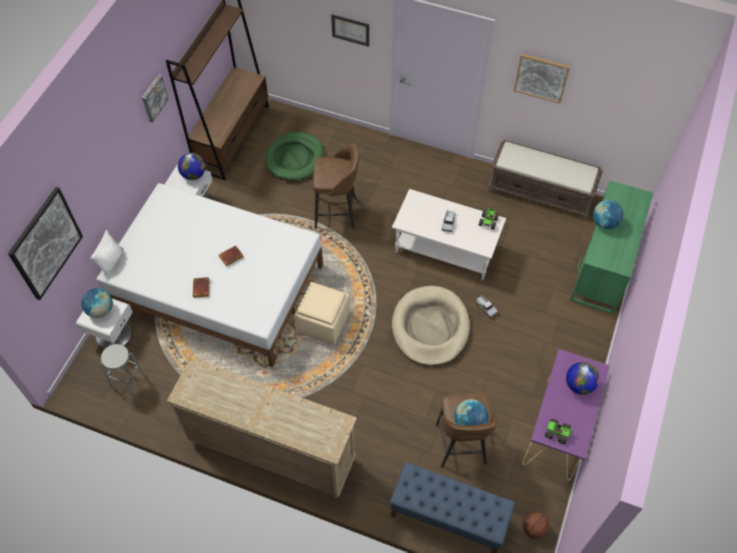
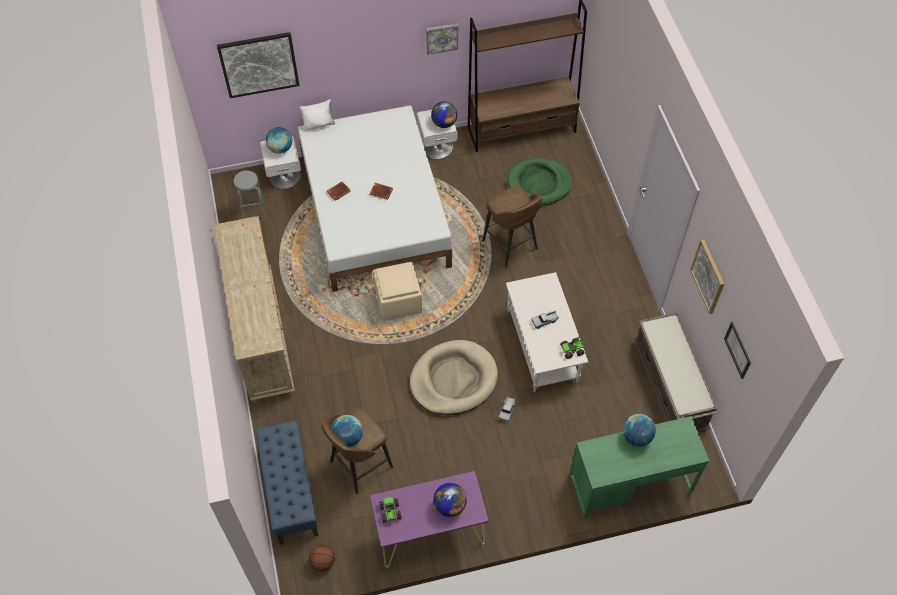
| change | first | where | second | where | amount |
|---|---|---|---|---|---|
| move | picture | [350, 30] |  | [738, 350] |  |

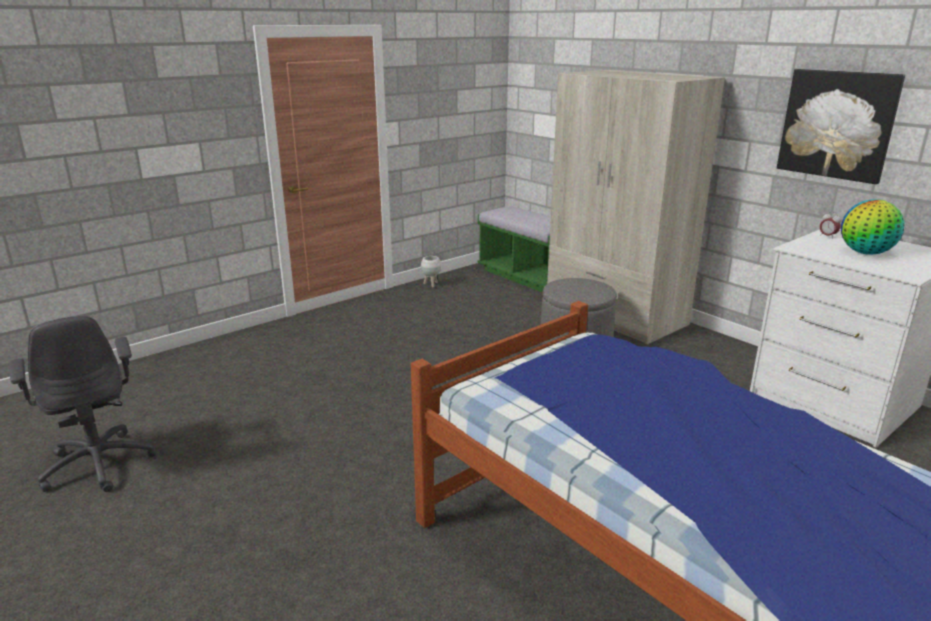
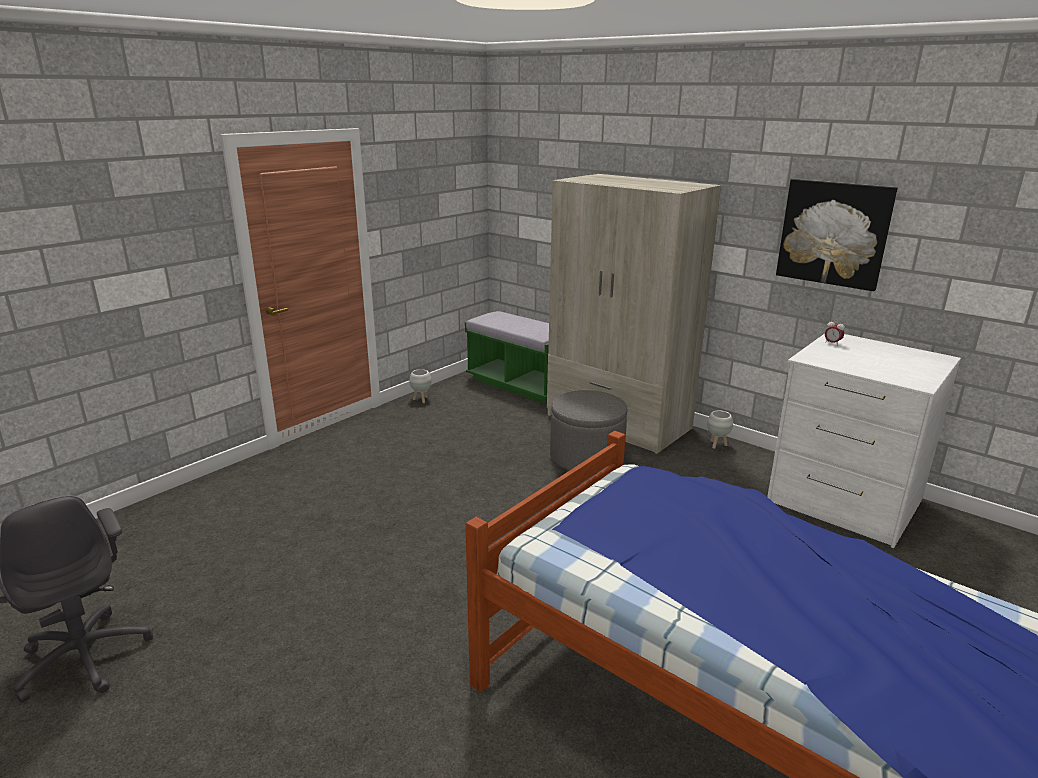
| change | first | where | second | where | amount |
|---|---|---|---|---|---|
| delete | desk globe | [866, 253] |  |  |  |
| insert |  |  | white flower pot | [717, 445] |  |

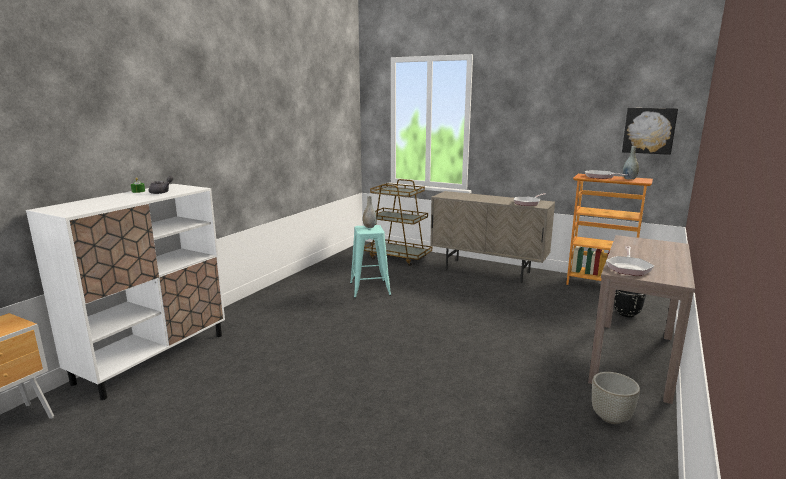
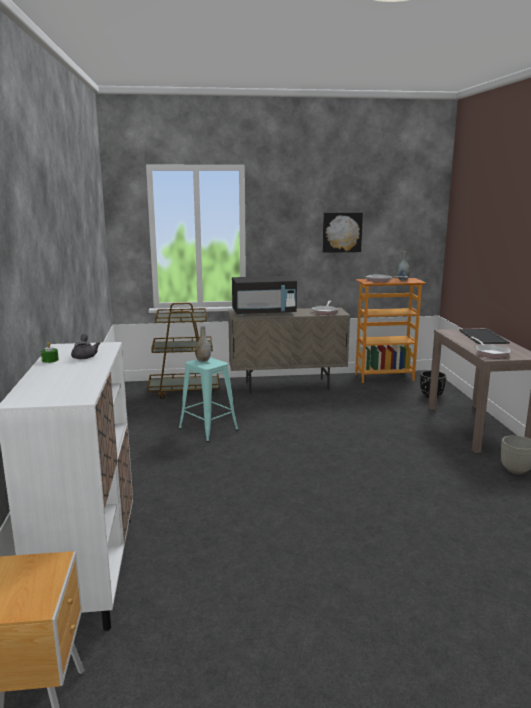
| change | first | where | second | where | amount |
|---|---|---|---|---|---|
| insert |  |  | black-coloured kitchen microwave | [264, 313] |  |
| insert |  |  | serving tray | [484, 337] |  |
| move | picture | [649, 130] |  | [341, 232] |  |

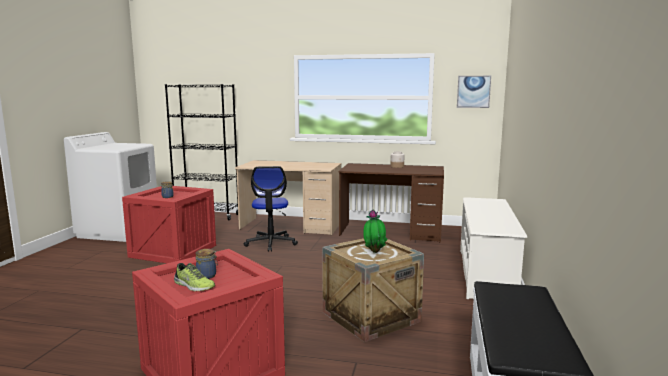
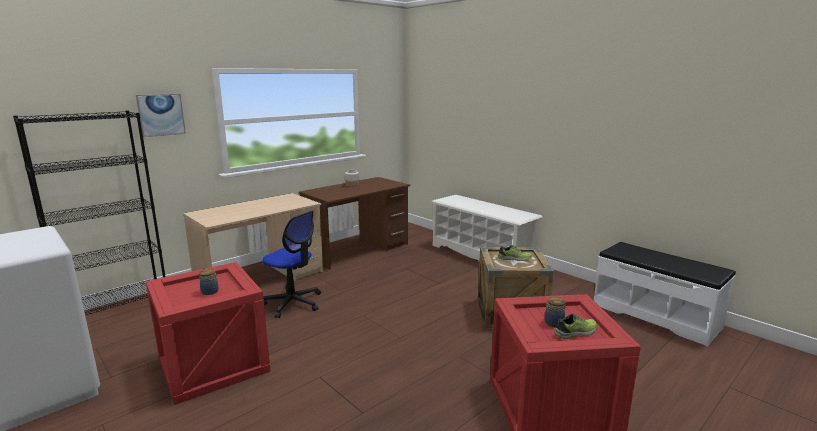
| change | first | where | second | where | amount |
|---|---|---|---|---|---|
| move | picture | [473, 91] |  | [161, 114] |  |
| replace | plant in a pot | [374, 251] | item of footwear | [514, 258] |  |

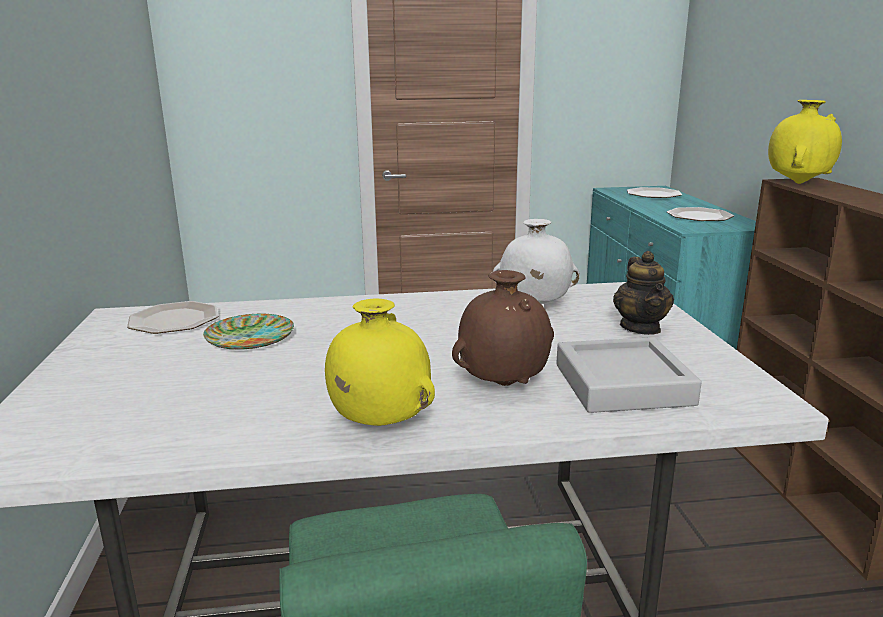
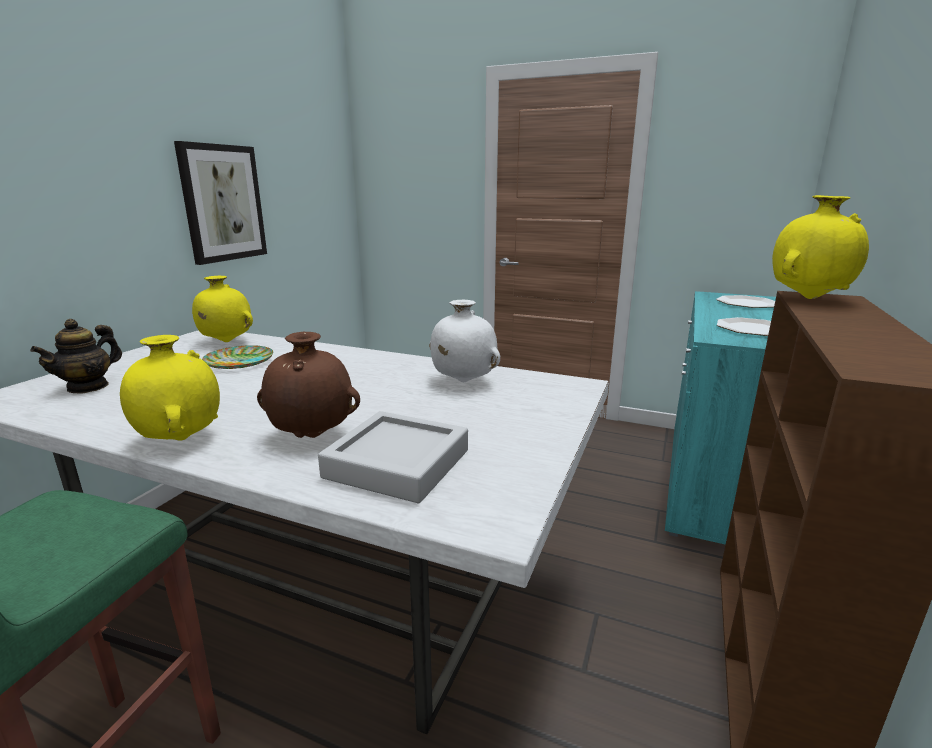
| change | first | where | second | where | amount |
|---|---|---|---|---|---|
| insert |  |  | picture | [223, 203] |  |
| move | teapot | [641, 327] |  | [88, 387] |  |
| replace | flat dish | [173, 320] | yellow vase | [226, 342] |  |

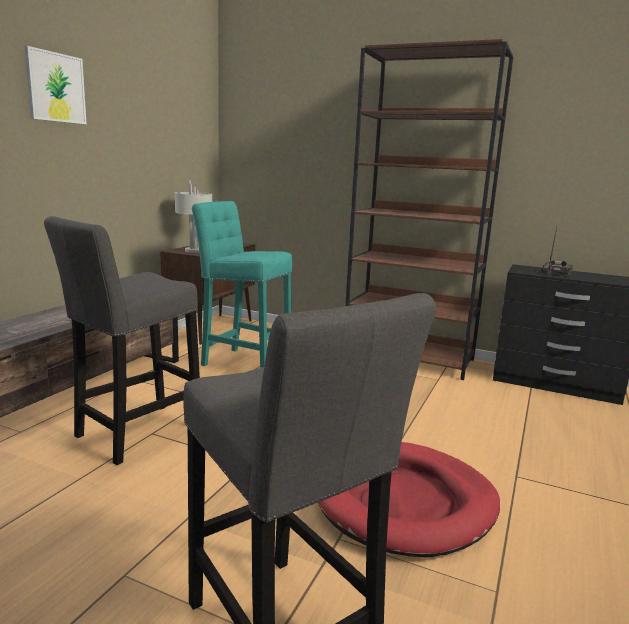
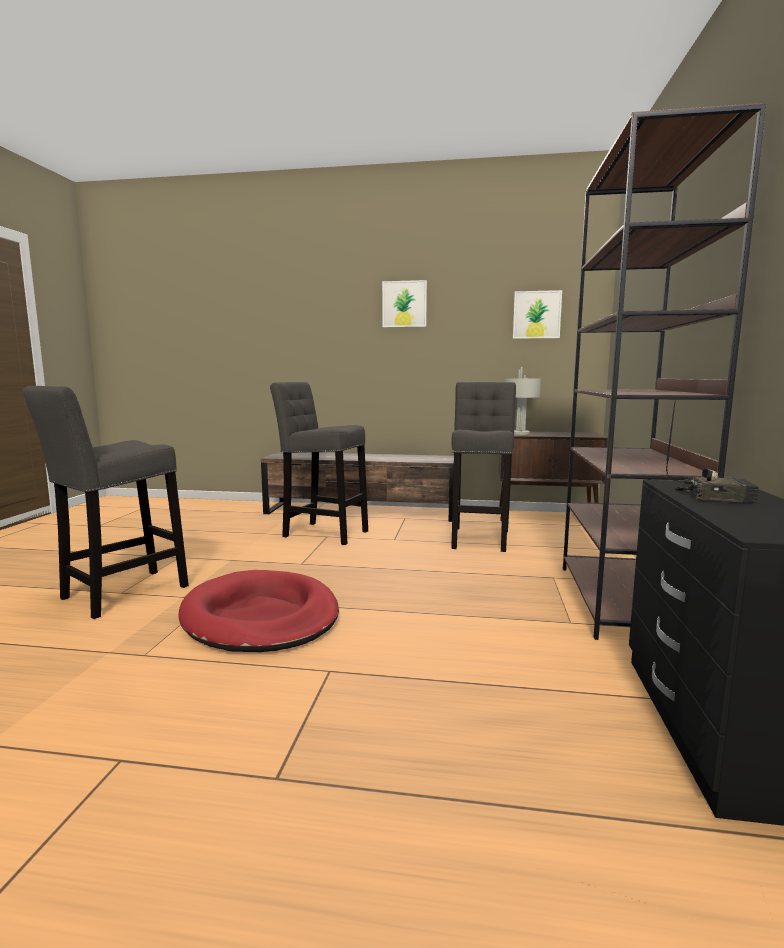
| change | first | where | second | where | amount |
|---|---|---|---|---|---|
| insert |  |  | picture | [536, 315] |  |
| recolor | turquoise-coloured stool | [243, 363] | gray stool | [480, 538] |  |

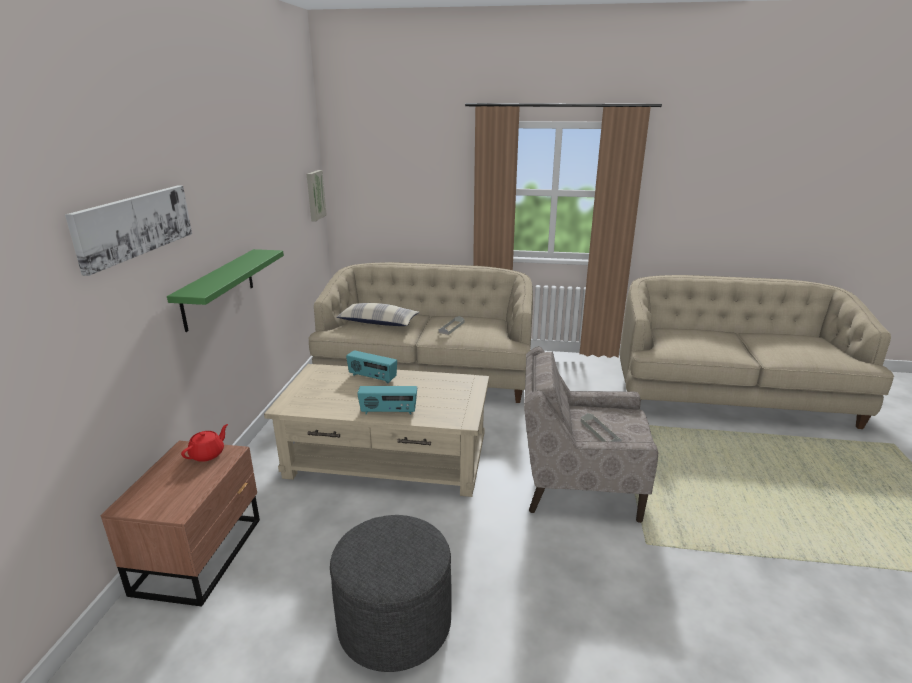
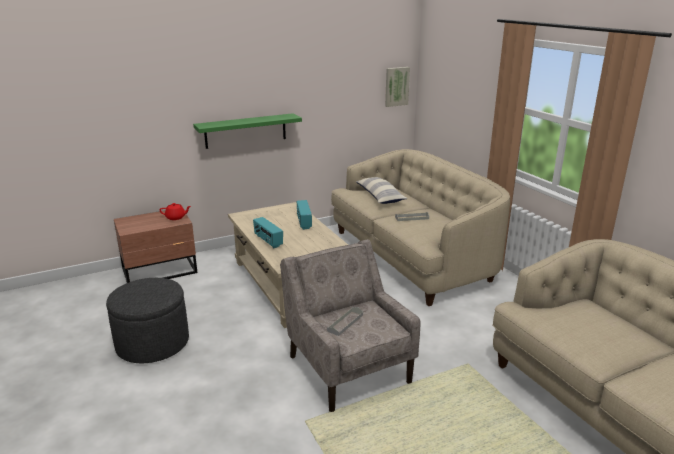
| change | first | where | second | where | amount |
|---|---|---|---|---|---|
| delete | picture | [134, 225] |  |  |  |

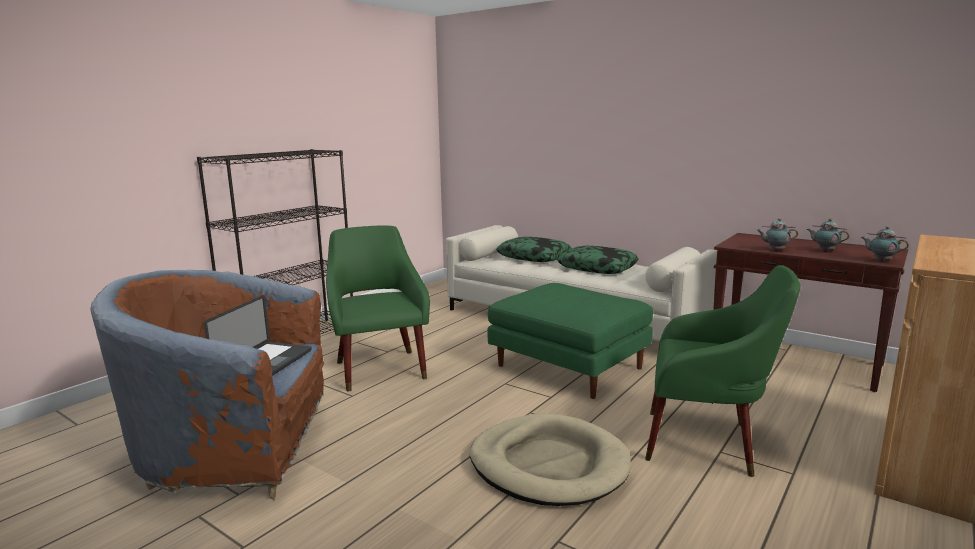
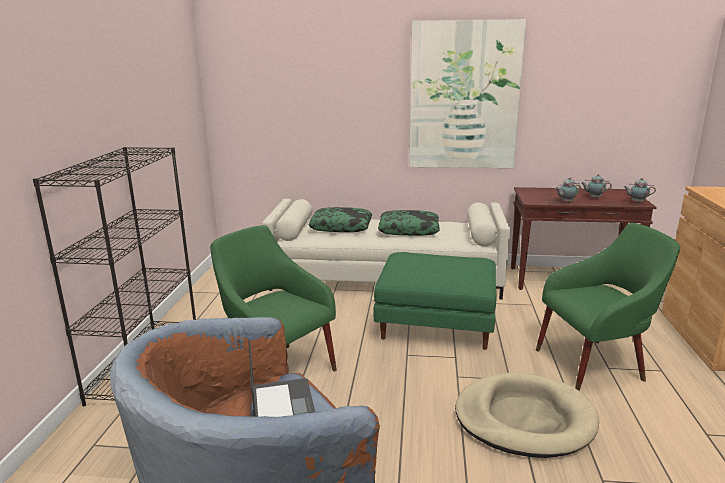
| change | first | where | second | where | amount |
|---|---|---|---|---|---|
| insert |  |  | picture | [464, 96] |  |

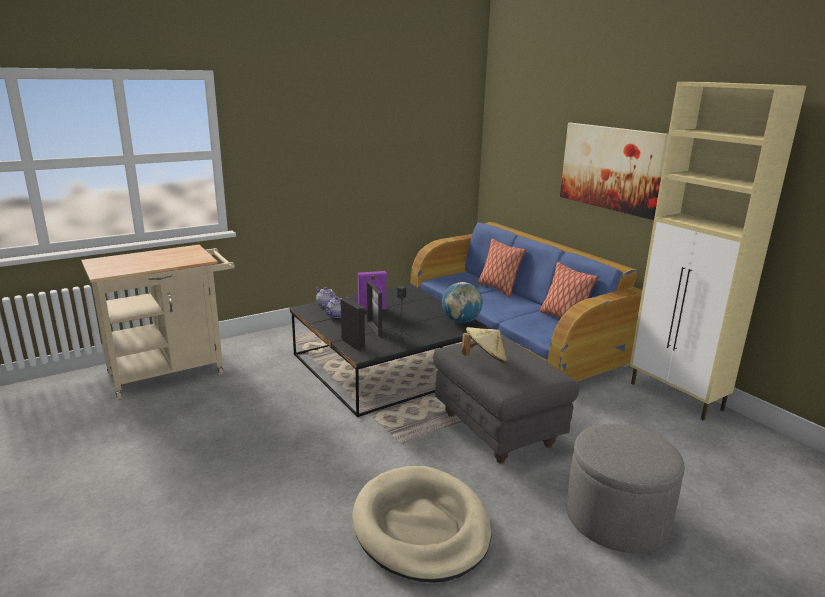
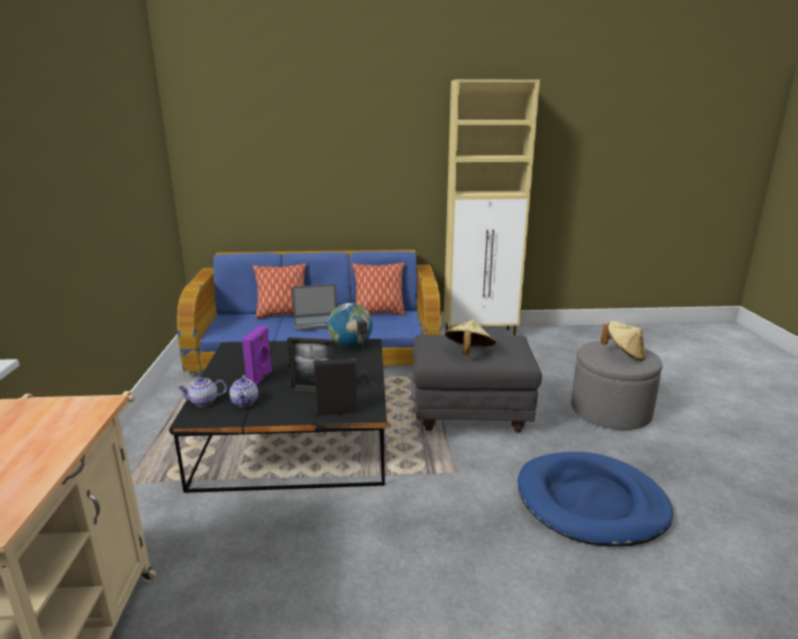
| change | first | where | second | where | amount |
|---|---|---|---|---|---|
| delete | picture | [611, 168] |  |  |  |
| insert |  |  | portable computer | [317, 322] |  |
| insert |  |  | beige clothing hat | [623, 354] |  |
| recolor | beige pet bed | [421, 527] | blue-coloured pet bed | [591, 503] |  |

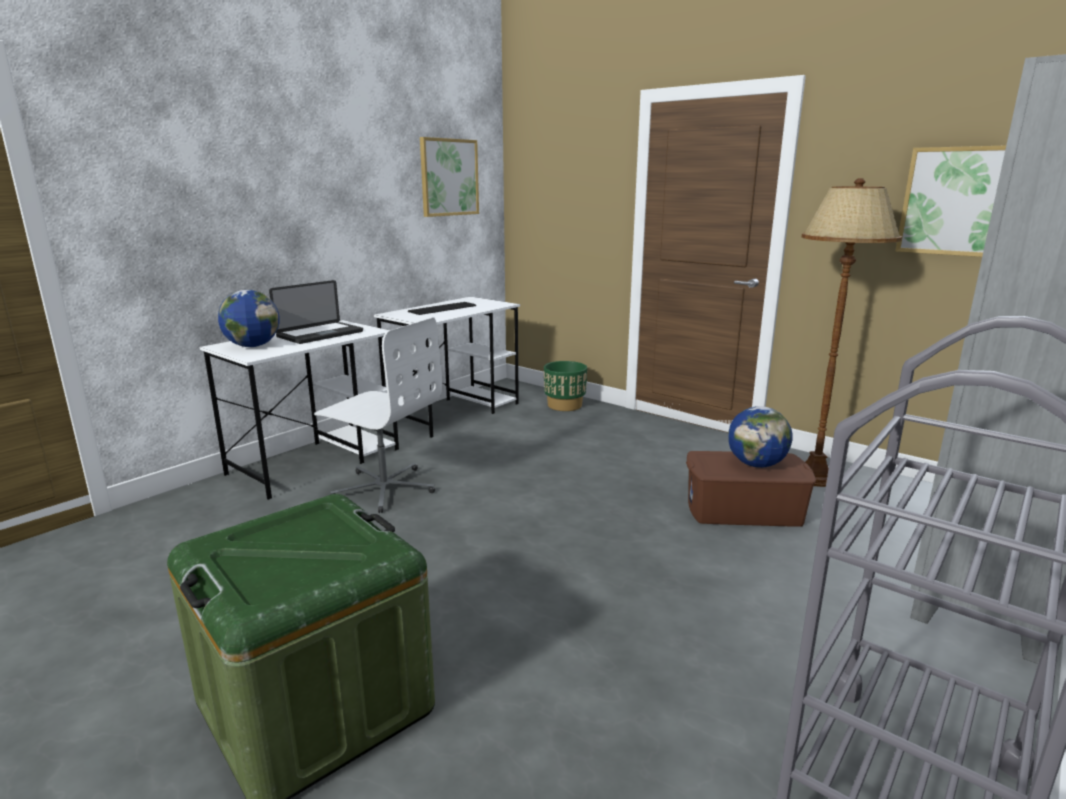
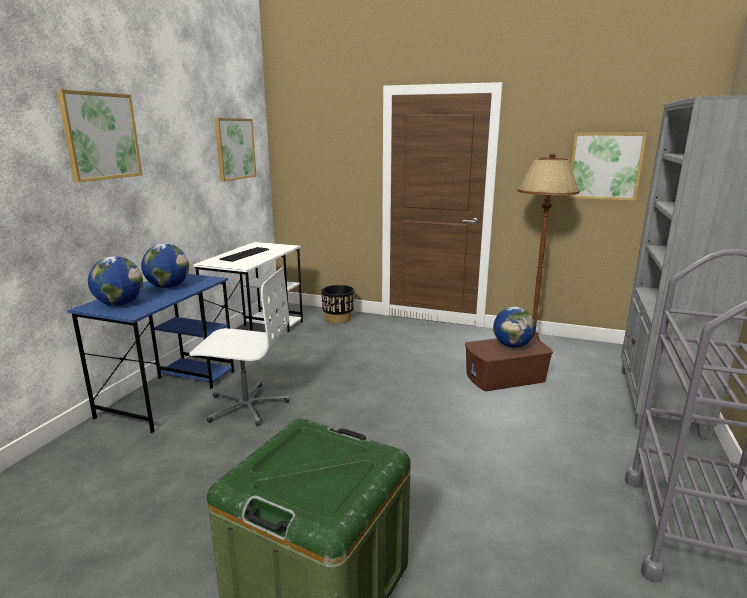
| change | first | where | second | where | amount |
|---|---|---|---|---|---|
| insert |  |  | picture | [101, 136] |  |
| replace | portable computer | [320, 334] | desk globe | [168, 287] |  |
| recolor | white desk table | [316, 461] | blue-coloured desk table | [170, 392] |  |
| recolor | green-coloured flower pot | [564, 405] | black-coloured flower pot | [338, 319] |  |

